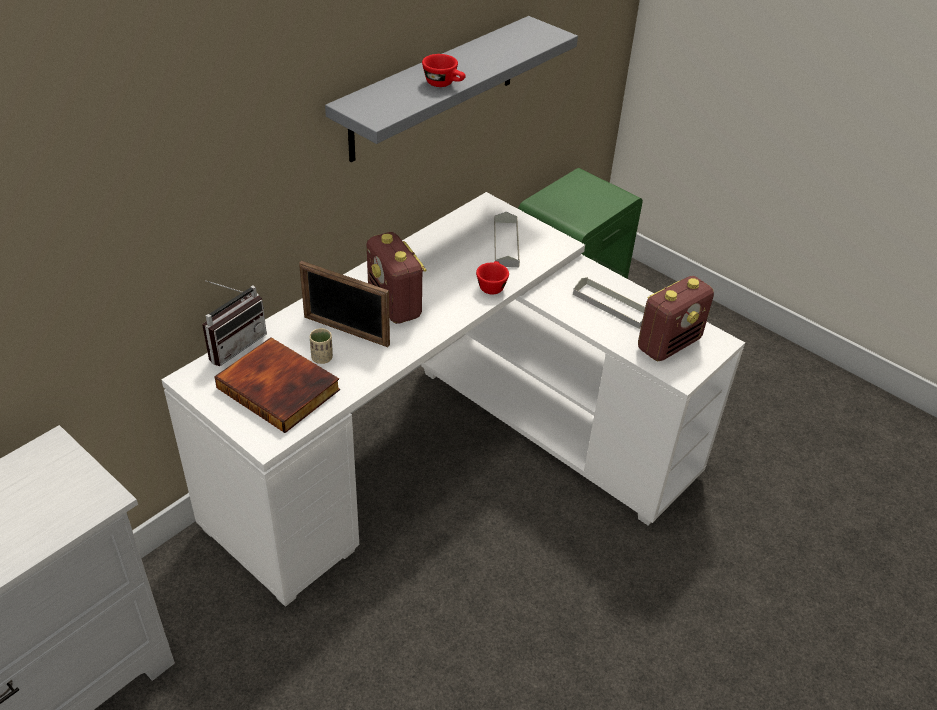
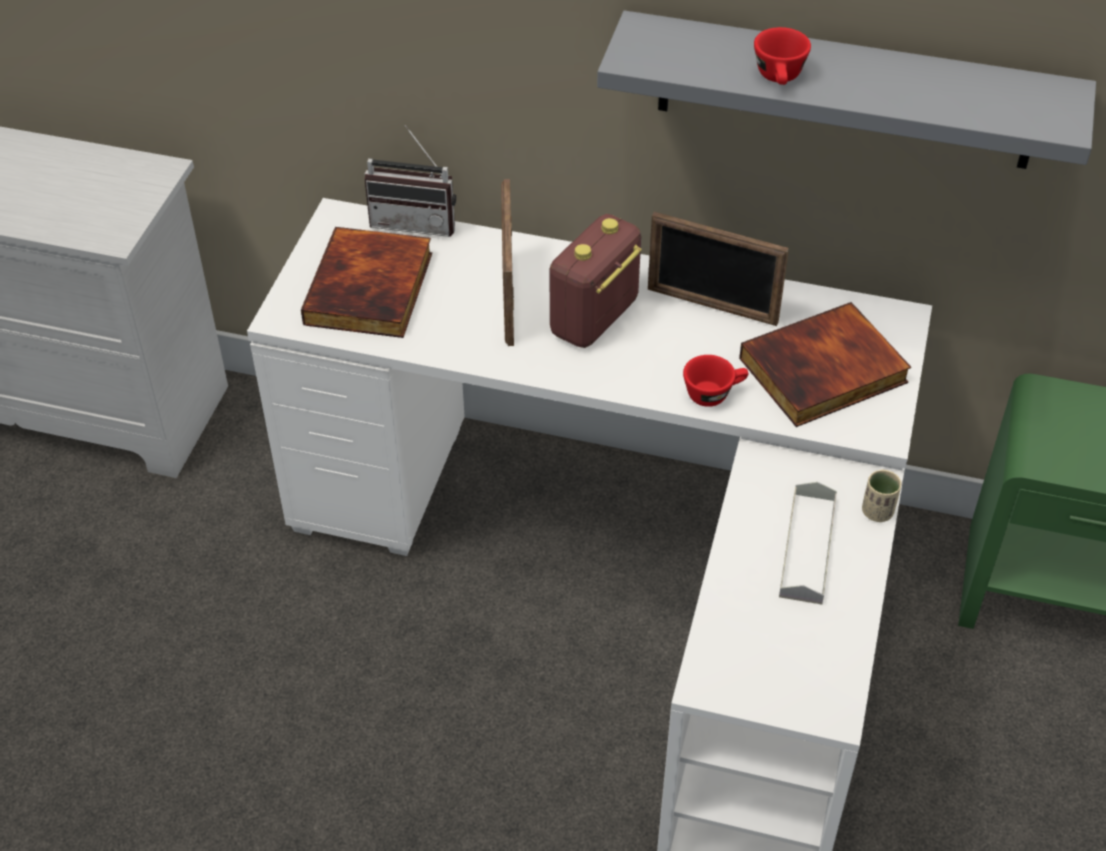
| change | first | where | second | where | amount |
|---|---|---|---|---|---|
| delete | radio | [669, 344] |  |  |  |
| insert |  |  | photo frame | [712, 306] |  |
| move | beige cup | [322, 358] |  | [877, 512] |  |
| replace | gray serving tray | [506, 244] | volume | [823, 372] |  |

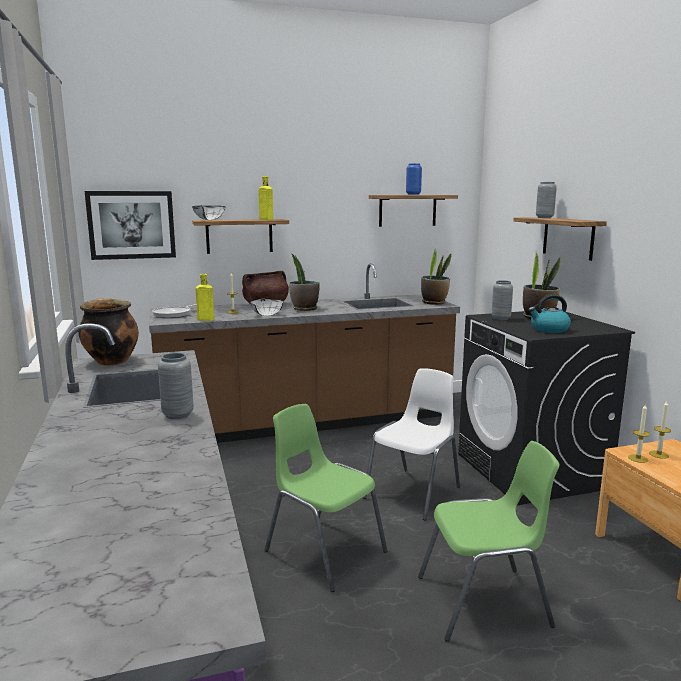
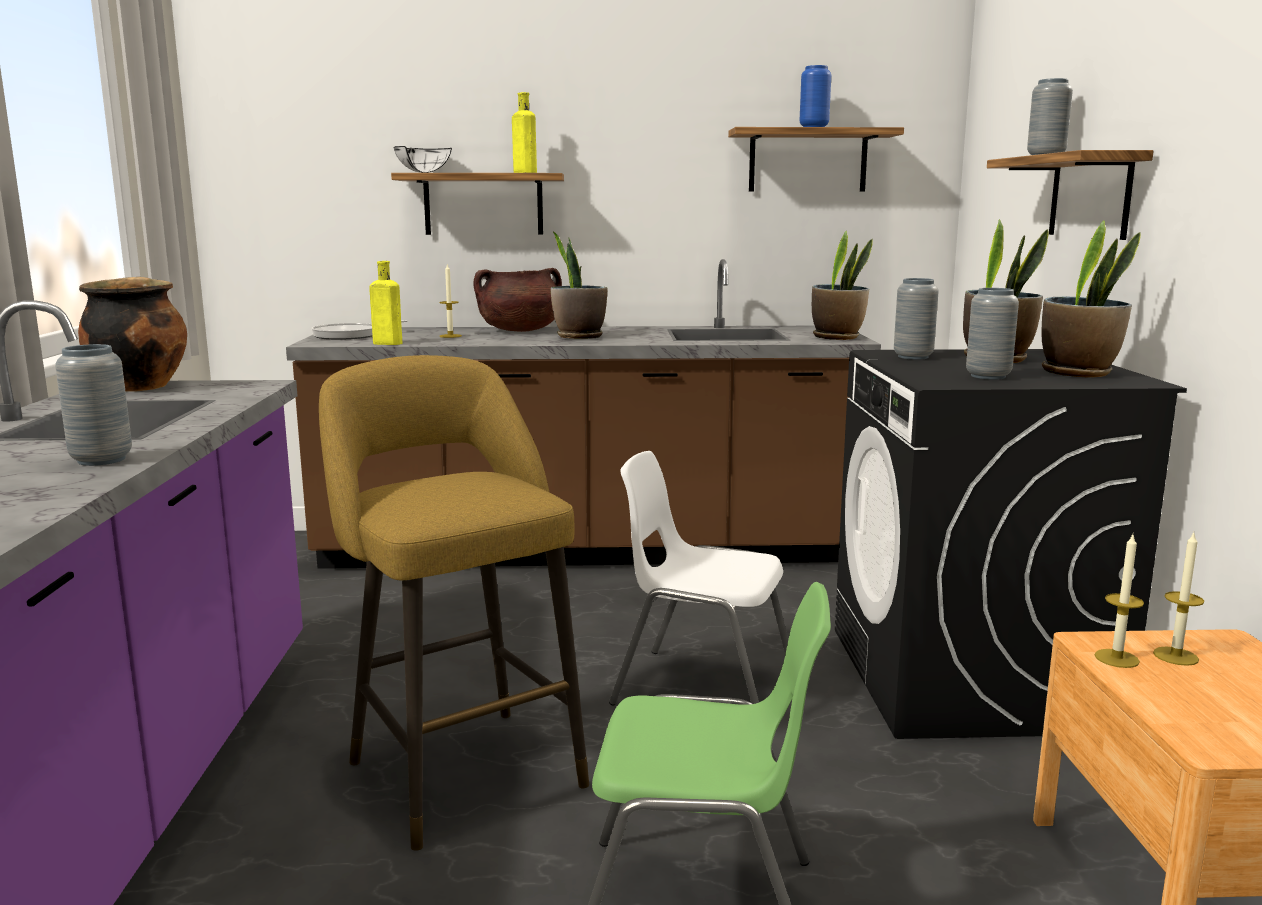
| change | first | where | second | where | amount |
|---|---|---|---|---|---|
| delete | picture | [131, 225] |  |  |  |
| delete | white deep dish | [266, 315] |  |  |  |
| insert |  |  | plant in a pot | [1078, 372] |  |
| replace | green-coloured upright chair | [324, 551] | yellow stool | [460, 767] |  |
| replace | tea kettle | [549, 329] | gray vase | [988, 376] |  |
| rotate | white upright chair | [414, 492] |  | [702, 688] | 120 degrees counterclockwise |

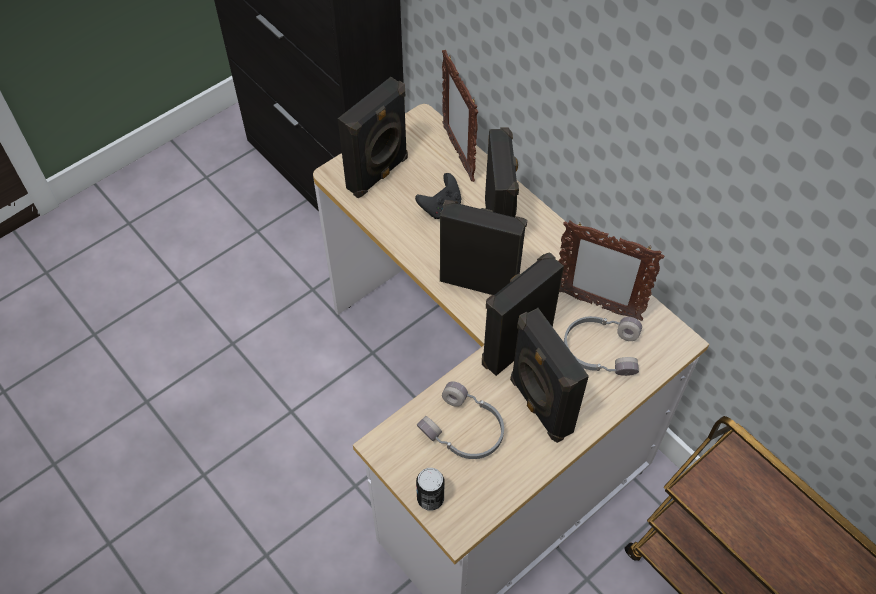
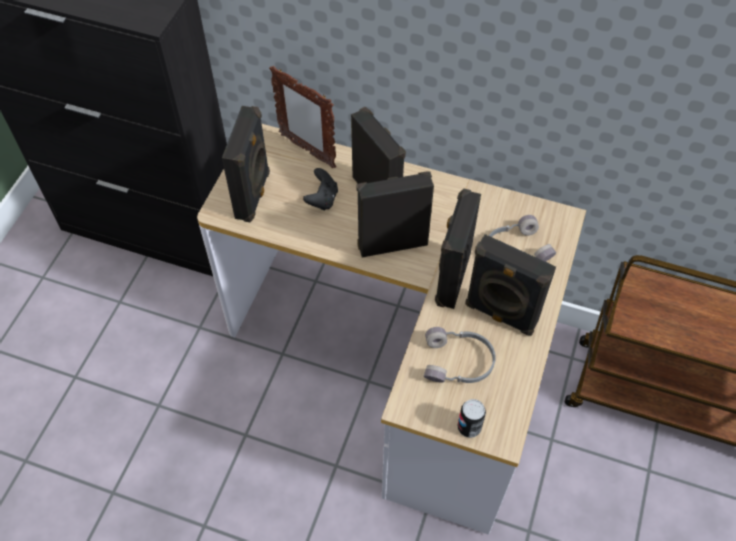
| change | first | where | second | where | amount |
|---|---|---|---|---|---|
| delete | photo frame | [596, 305] |  |  |  |

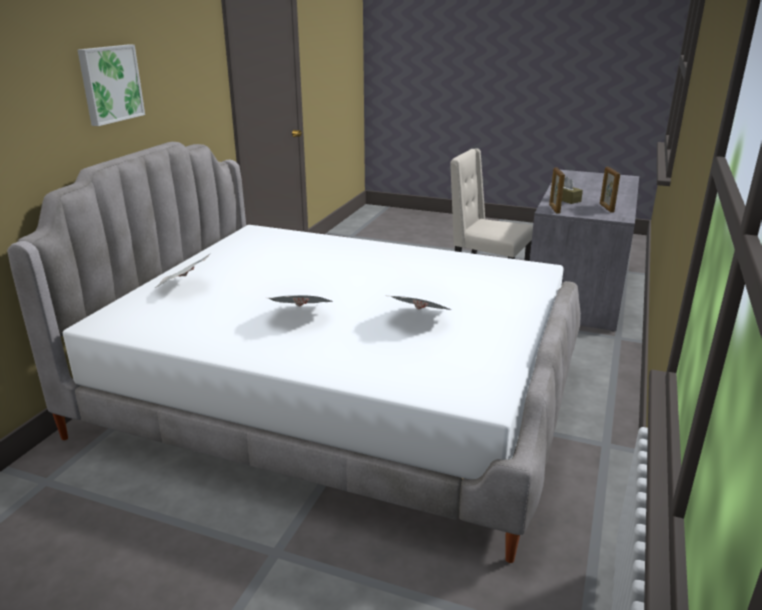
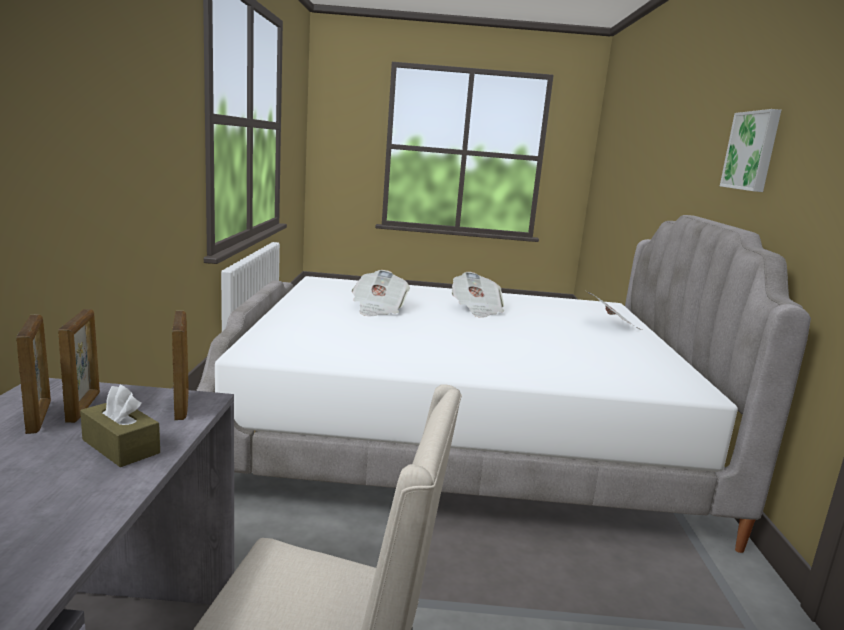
| change | first | where | second | where | amount |
|---|---|---|---|---|---|
| insert |  |  | photo frame | [84, 407] |  |

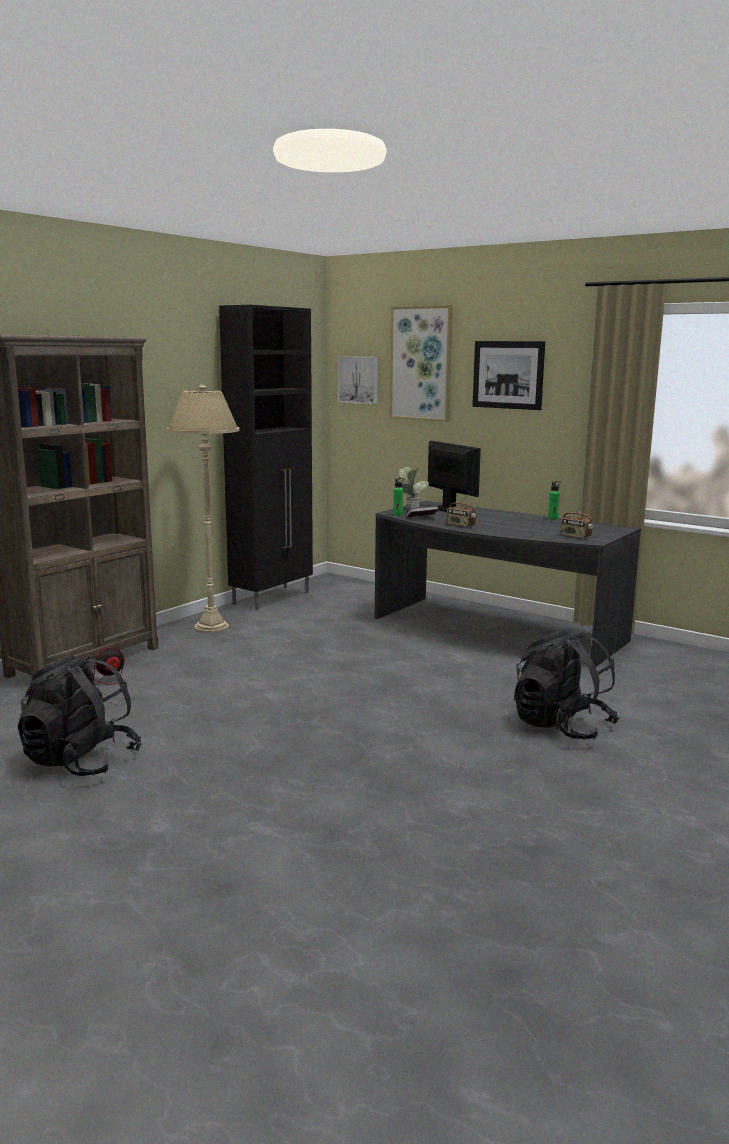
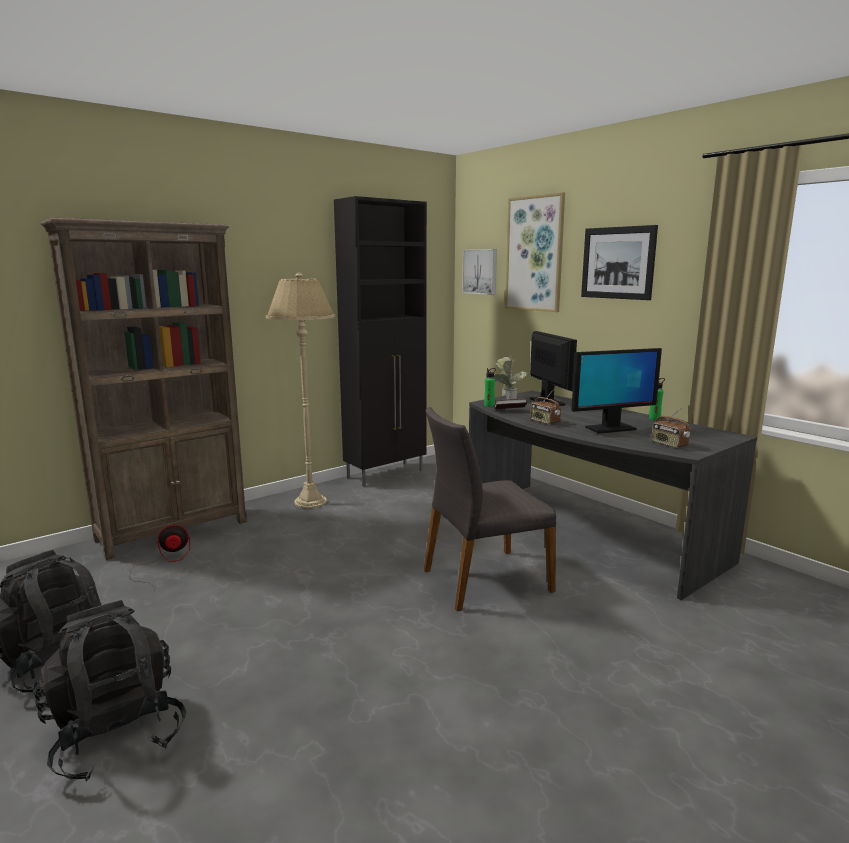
| change | first | where | second | where | amount |
|---|---|---|---|---|---|
| insert |  |  | gray upright chair | [484, 579] |  |
| insert |  |  | computer screen | [610, 428] |  |
| move | black-coloured rucksack | [562, 726] |  | [116, 733] |  |

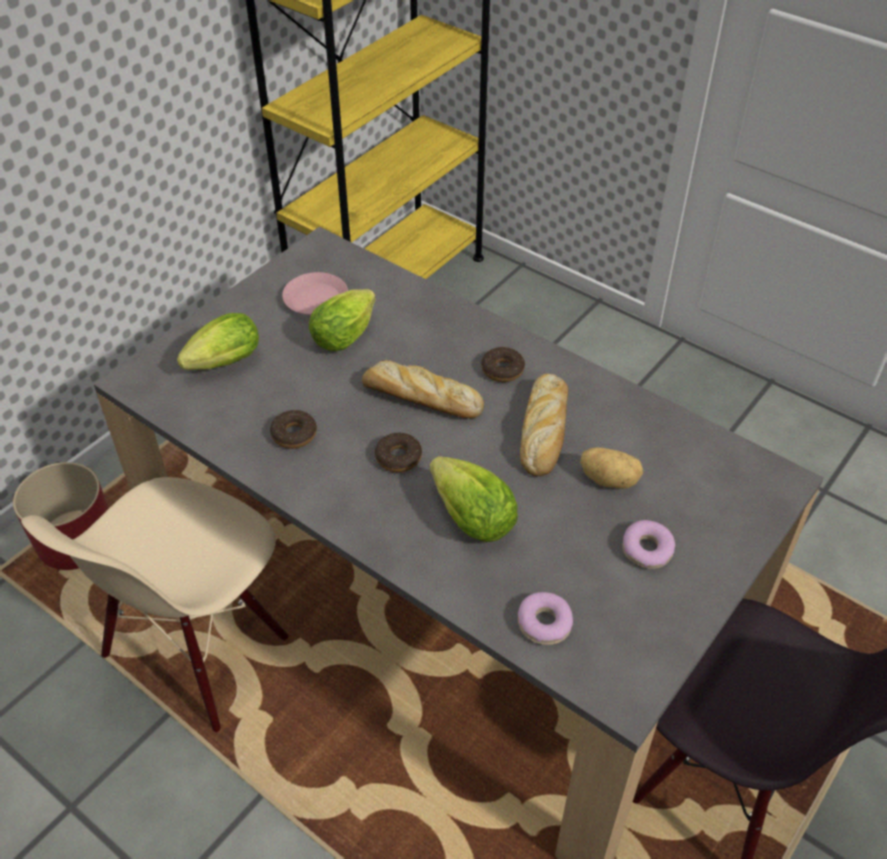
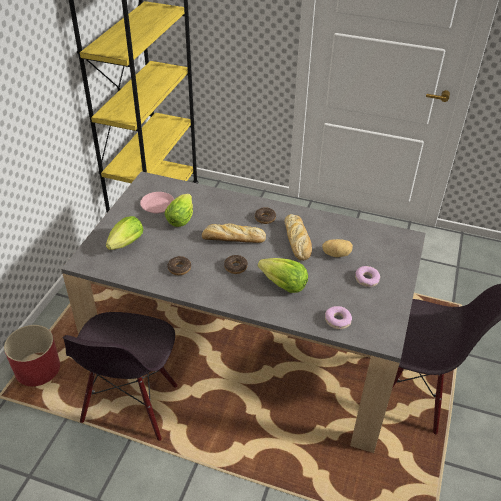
| change | first | where | second | where | amount |
|---|---|---|---|---|---|
| recolor | beige upright chair | [197, 650] | black-coloured upright chair | [131, 405] |  |

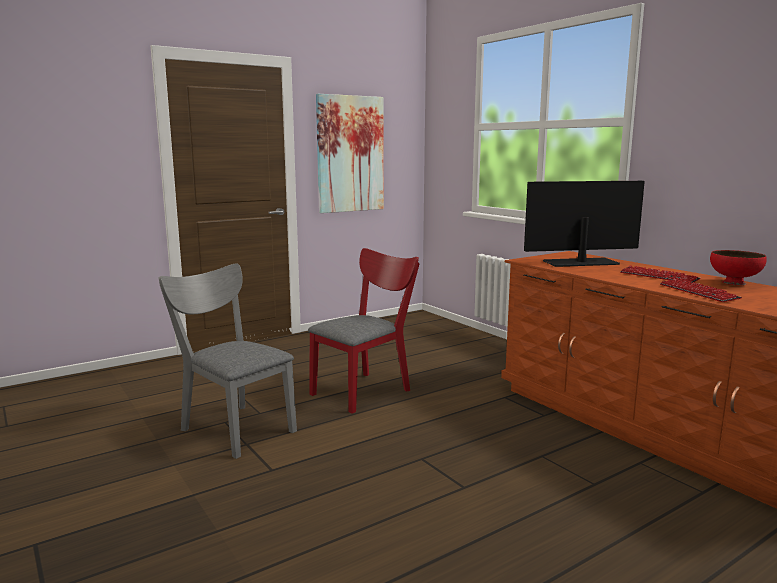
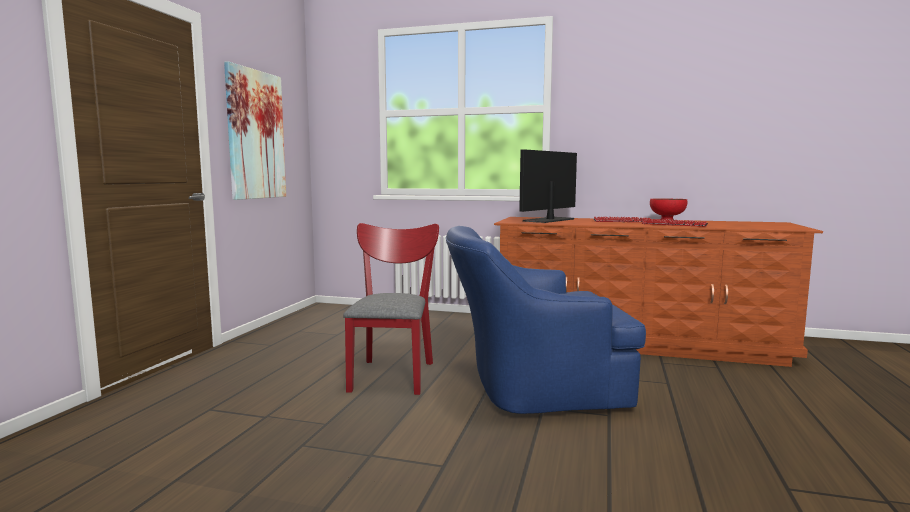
| change | first | where | second | where | amount |
|---|---|---|---|---|---|
| delete | gray upright chair | [233, 427] |  |  |  |
| insert |  |  | blue-coloured easy chair | [532, 386] |  |

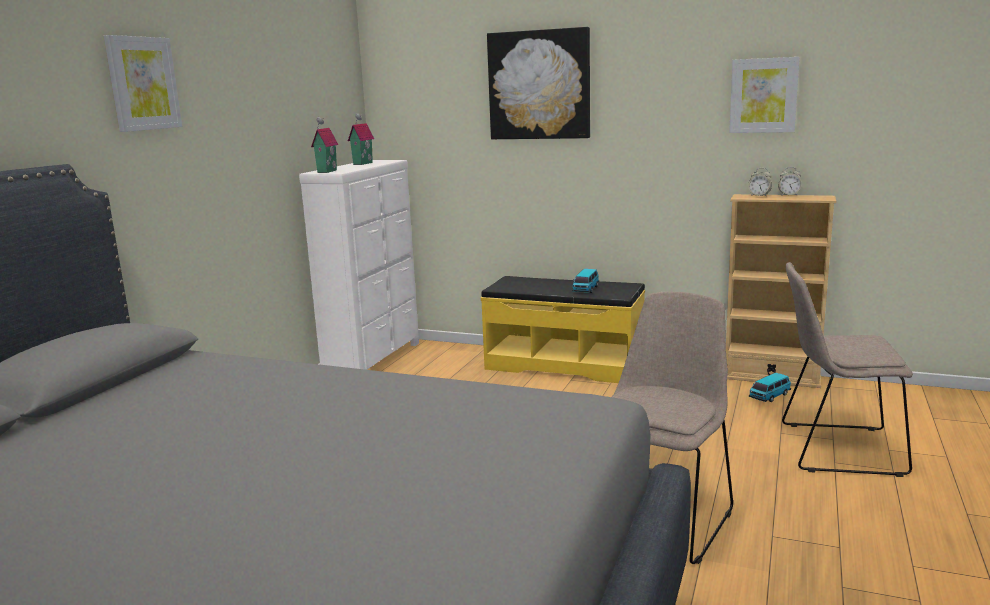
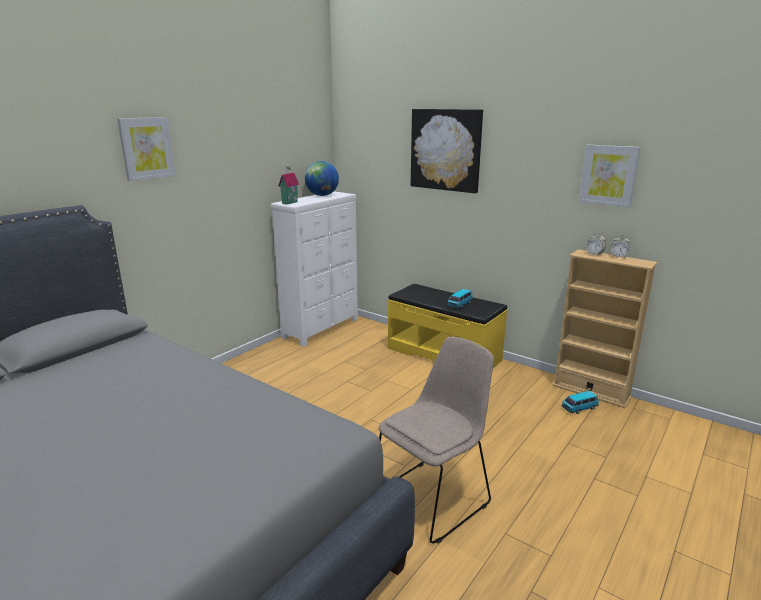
| change | first | where | second | where | amount |
|---|---|---|---|---|---|
| delete | beige upright chair | [835, 449] |  |  |  |
| replace | toy house | [361, 163] | desk globe | [322, 195] |  |

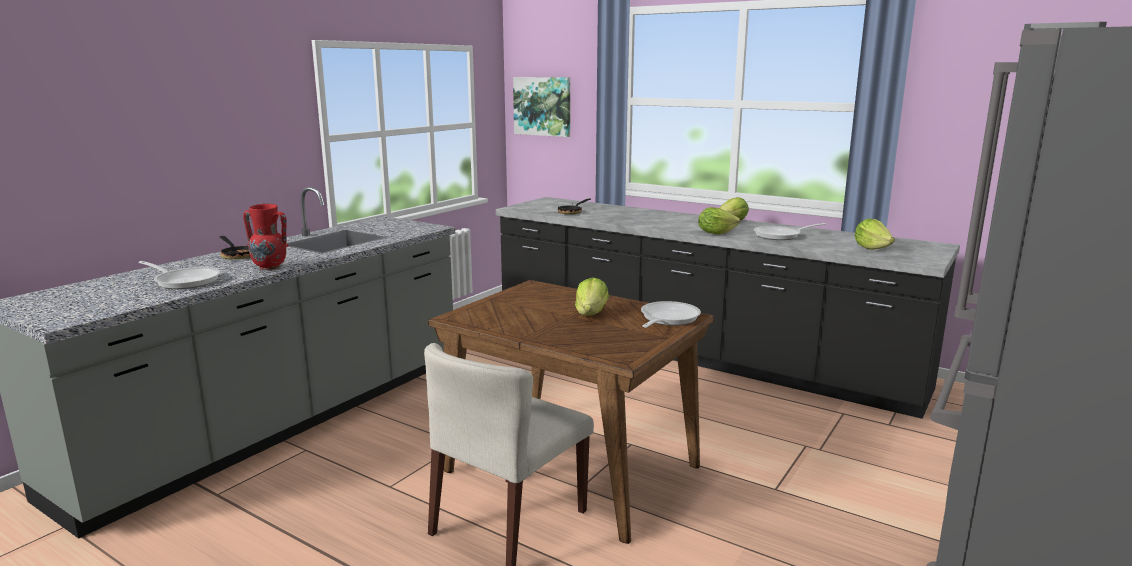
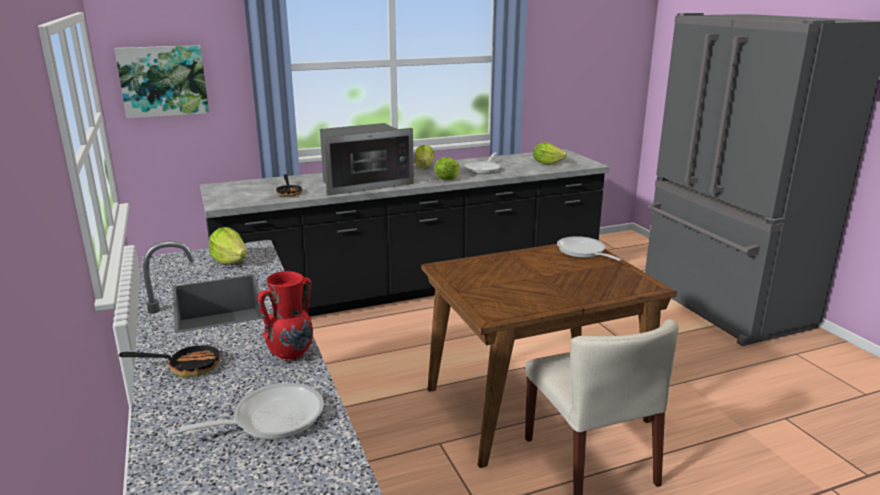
| change | first | where | second | where | amount |
|---|---|---|---|---|---|
| insert |  |  | kitchen microwave | [363, 183] |  |
| move | head of lettuce | [591, 313] |  | [230, 261] |  |

